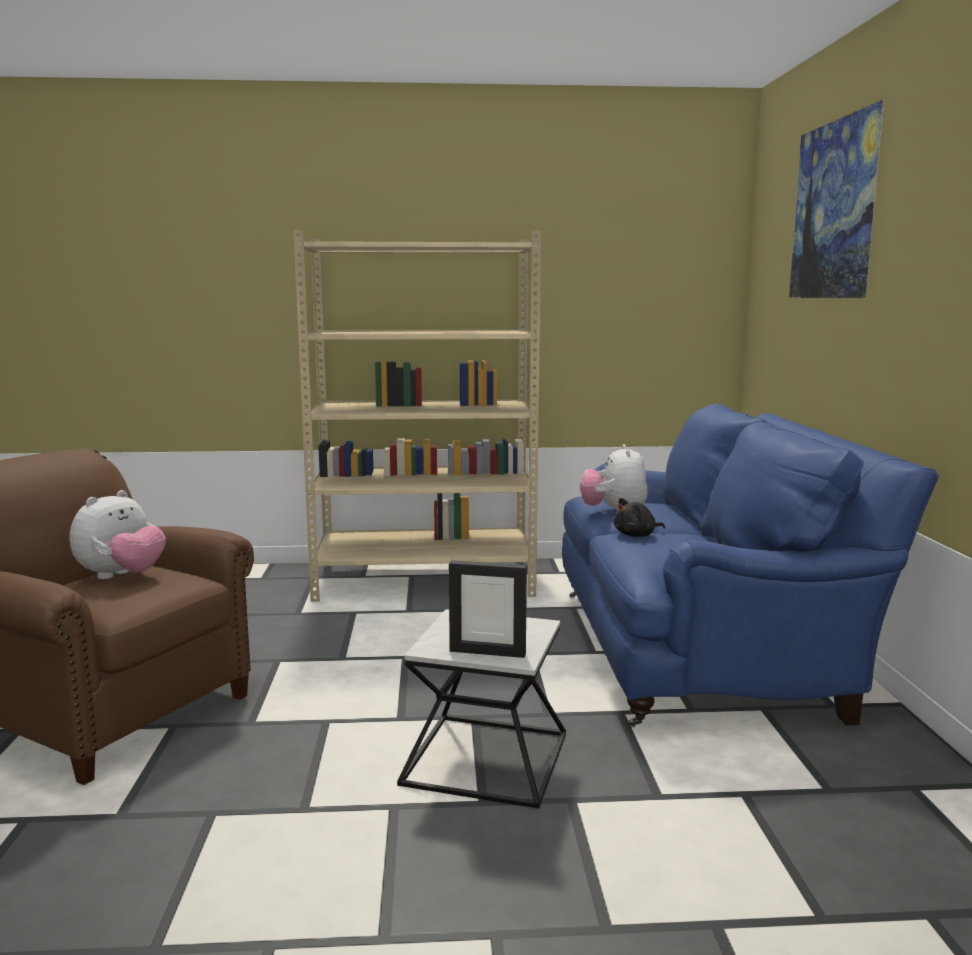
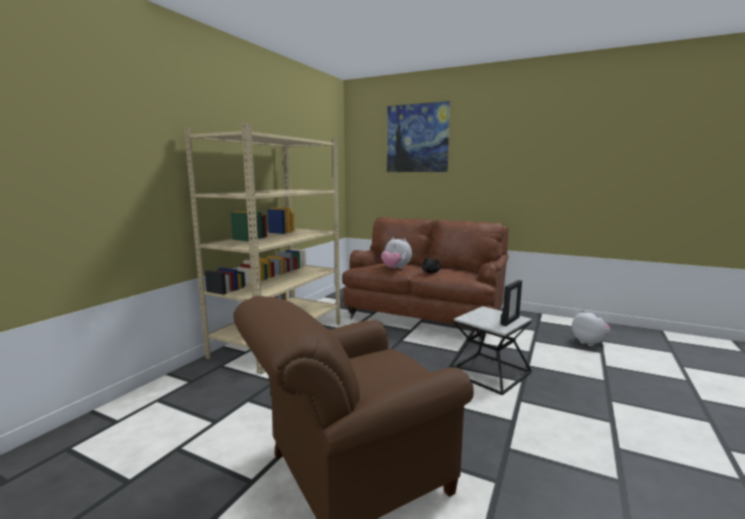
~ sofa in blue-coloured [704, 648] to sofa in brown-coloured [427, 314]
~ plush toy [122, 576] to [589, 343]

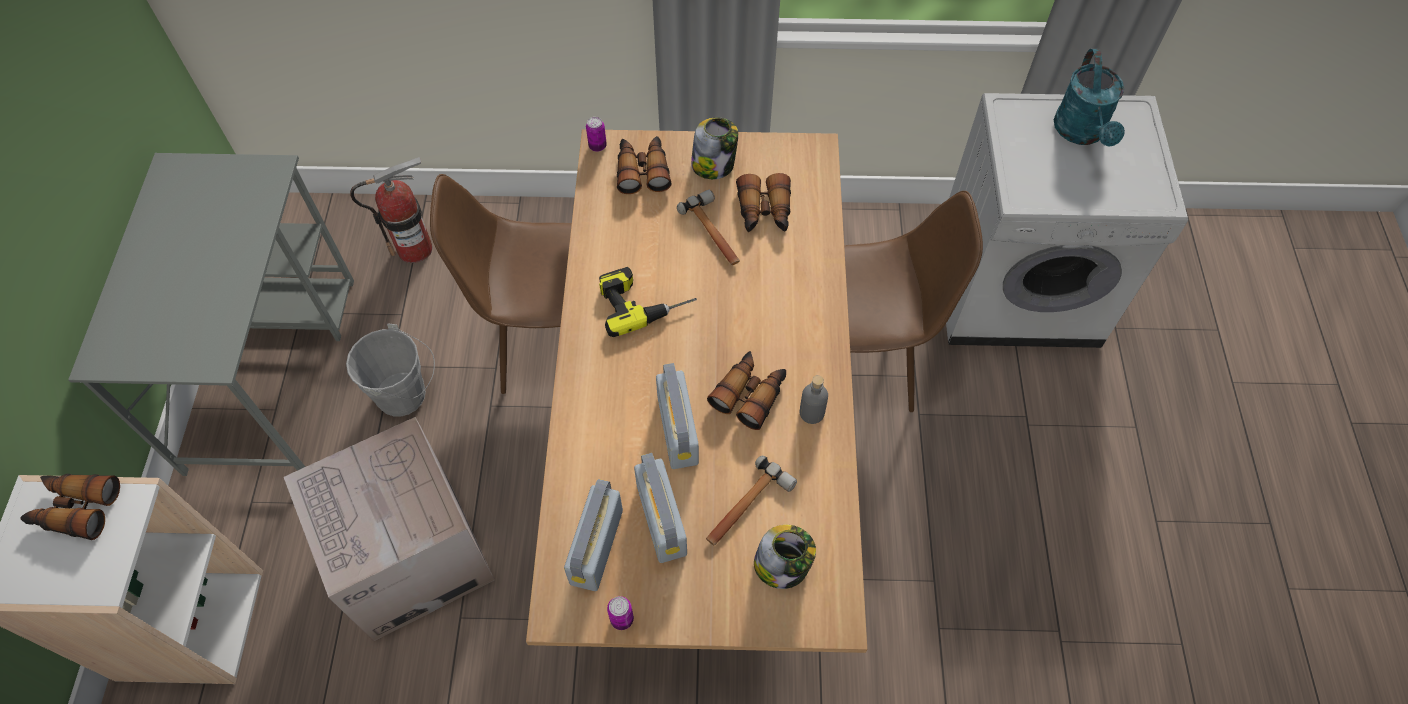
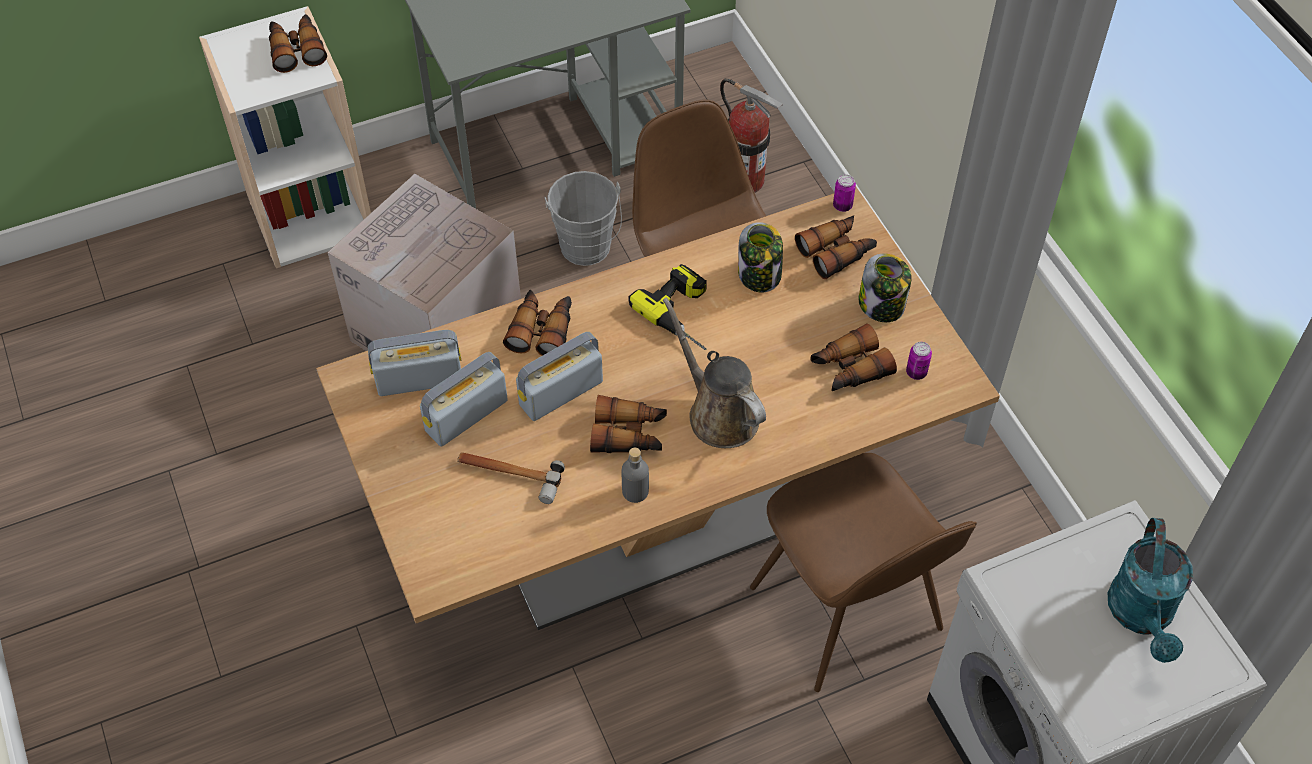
~ watering can in blue-green [1081, 133] = [1142, 616] 60 degrees counterclockwise
- tool hammer [714, 233]
~ storage jar [782, 566] to [760, 275]
~ can [622, 619] to [916, 372]
+ field glasses [542, 329]
+ watering can in brown-coloured [718, 413]

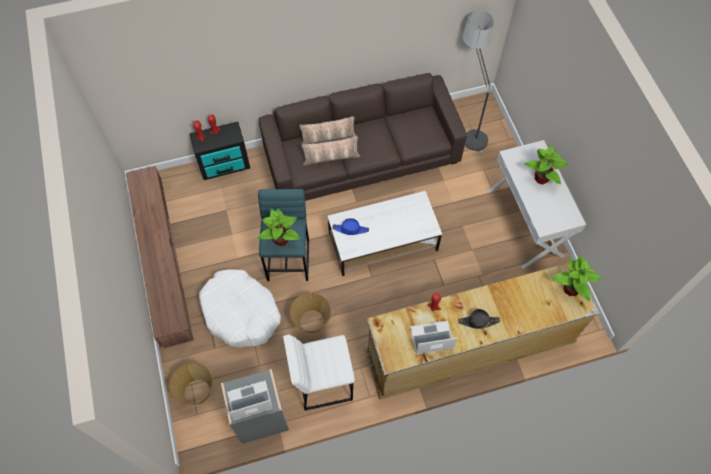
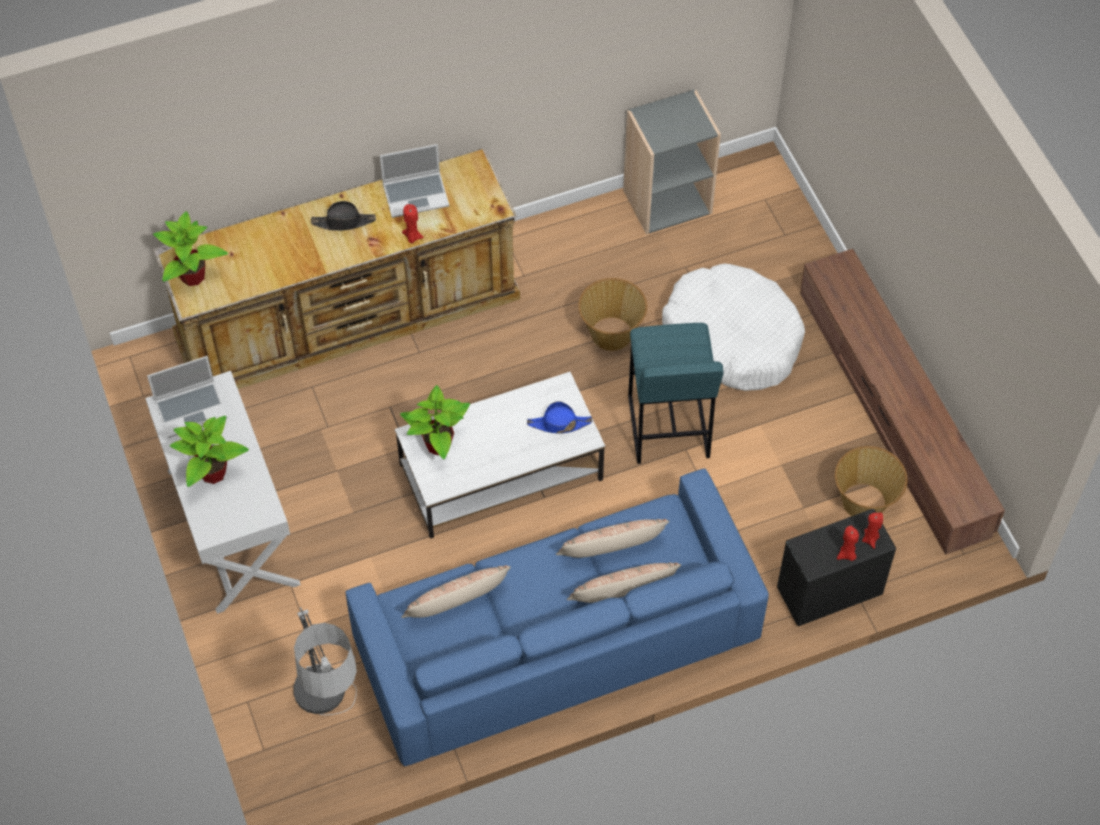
~ sofa in brown-coloured [361, 155] to sofa in blue-coloured [556, 640]
~ houseplant [282, 239] to [437, 445]
- stool seat in whitish [322, 384]
~ storage basket [196, 391] to [864, 502]
~ notebook computer [249, 401] to [192, 409]
+ pillow [457, 602]

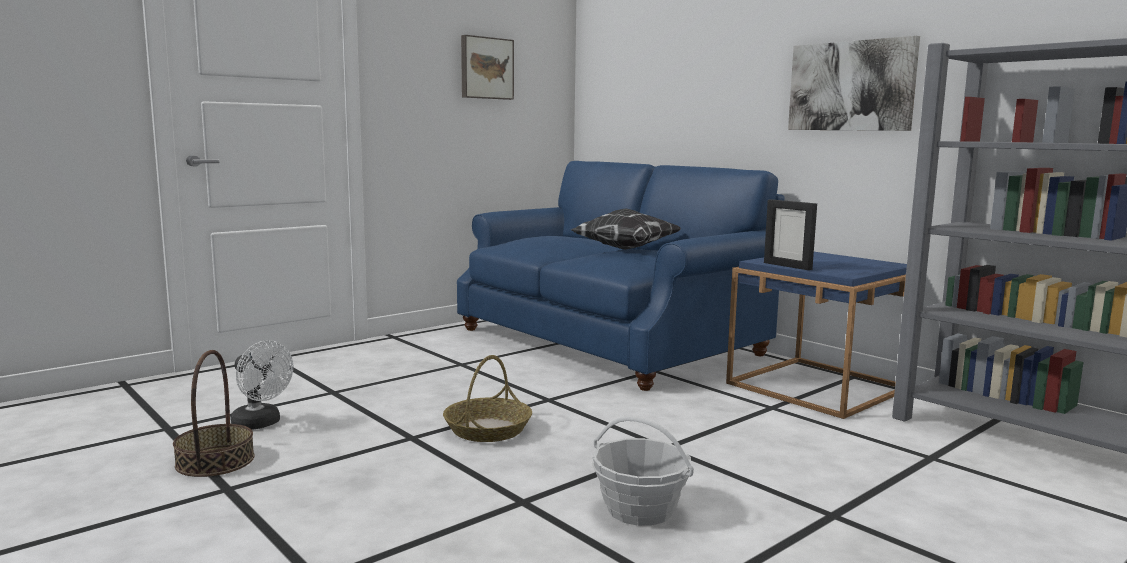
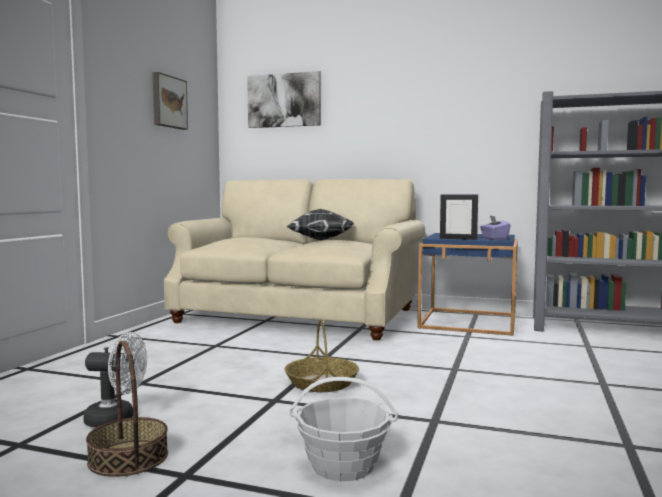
~ picture [851, 86] to [284, 100]
~ sofa in blue-coloured [609, 341] to sofa in beige [298, 315]
~ storage basket [640, 510] to [343, 466]
+ tissue holder in purple-coloured [494, 238]

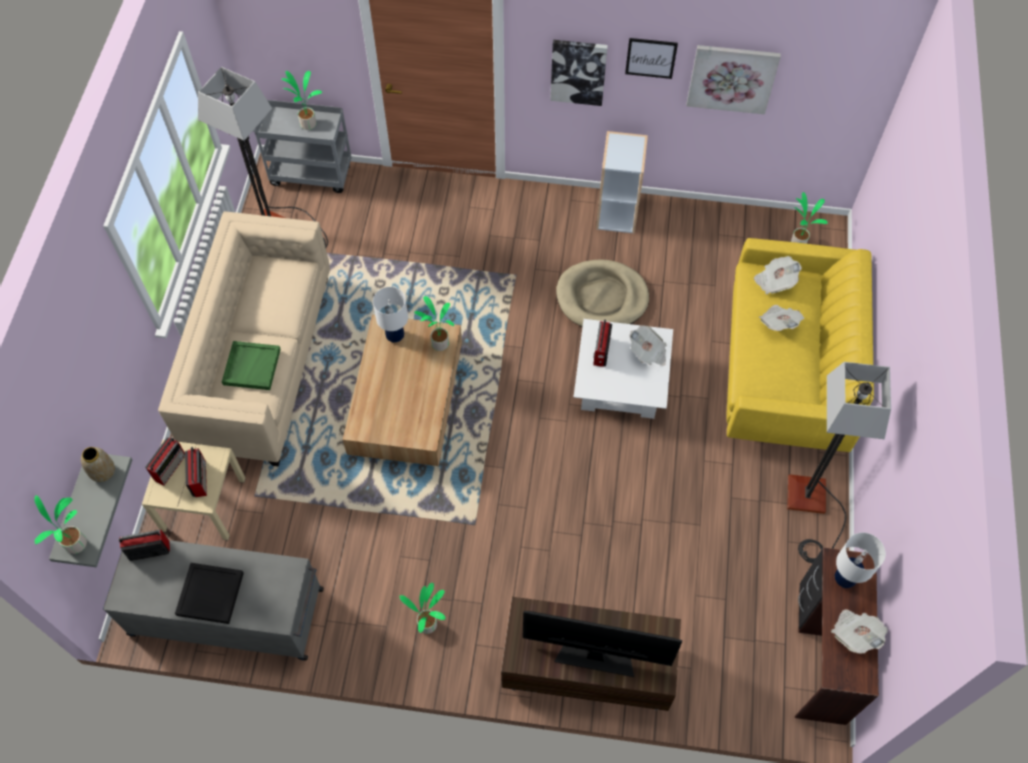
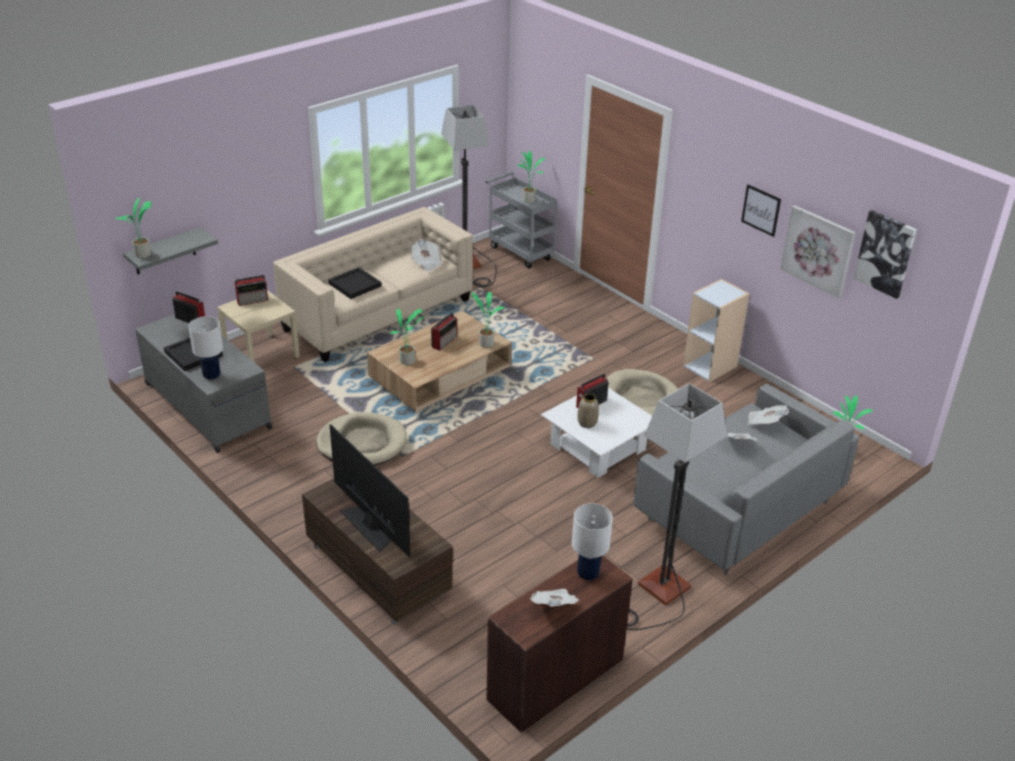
~ picture [578, 71] to [885, 253]
~ sofa in yellow [784, 370] to sofa in grey [737, 510]
~ lamp for a table in whitish [395, 336] to [212, 376]
~ newspaper [648, 352] to [426, 263]
~ tray in green-coloured [251, 366] to tray in black-coloured [355, 284]
~ flower vase [103, 472] to [587, 423]
~ radio [200, 478] to [444, 341]
~ houseplant [429, 624] to [408, 361]
+ dog cushion in beige [362, 443]

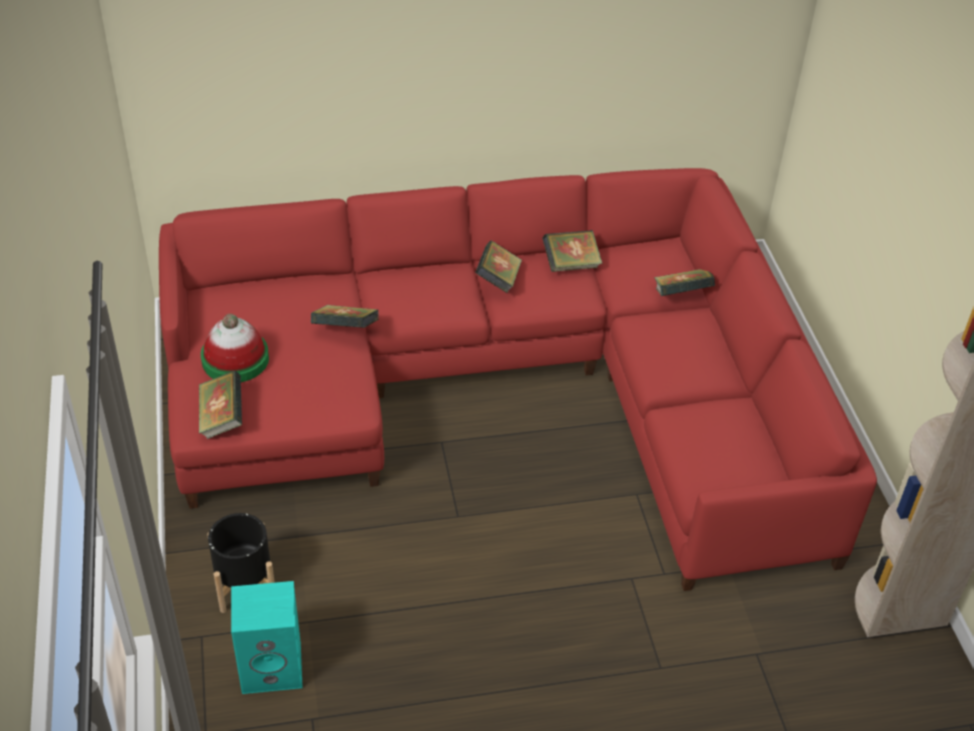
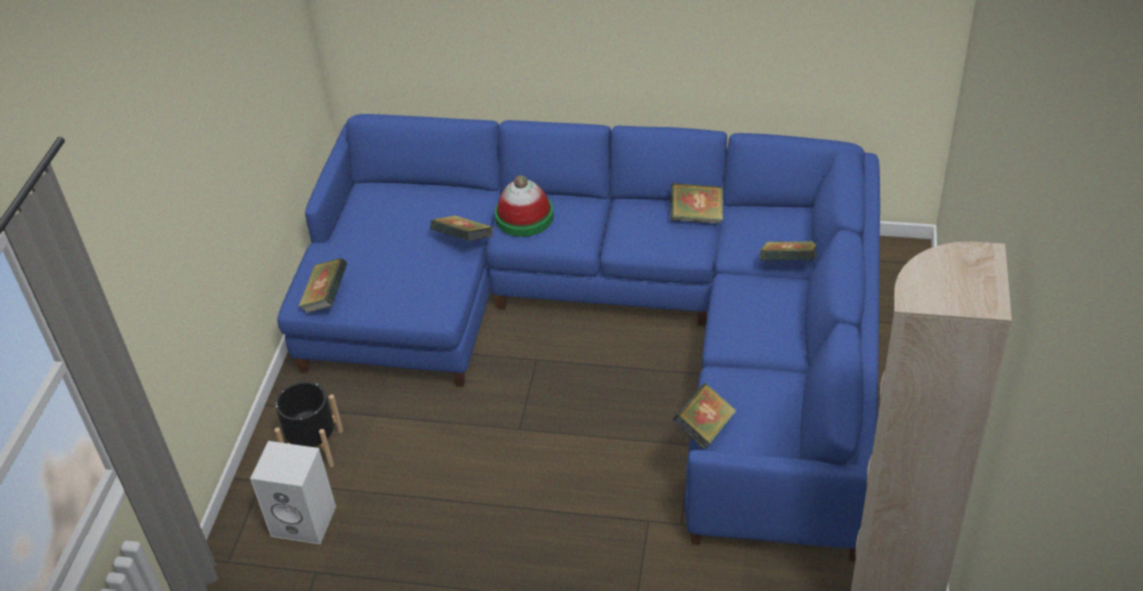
~ sofa in red-coloured [504, 390] to sofa in blue-coloured [616, 324]
~ volume [498, 280] to [704, 429]
~ wearable hat [235, 359] to [524, 217]
~ speaker in blue-green [273, 666] to speaker in whitish [305, 520]

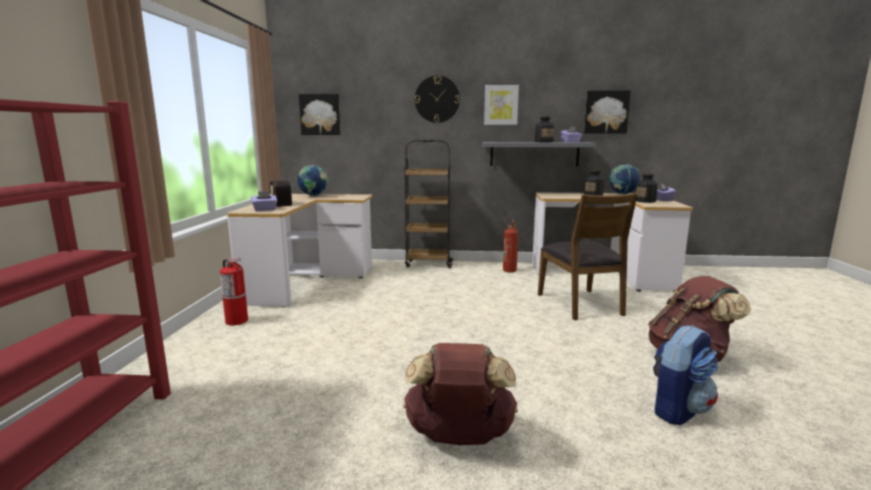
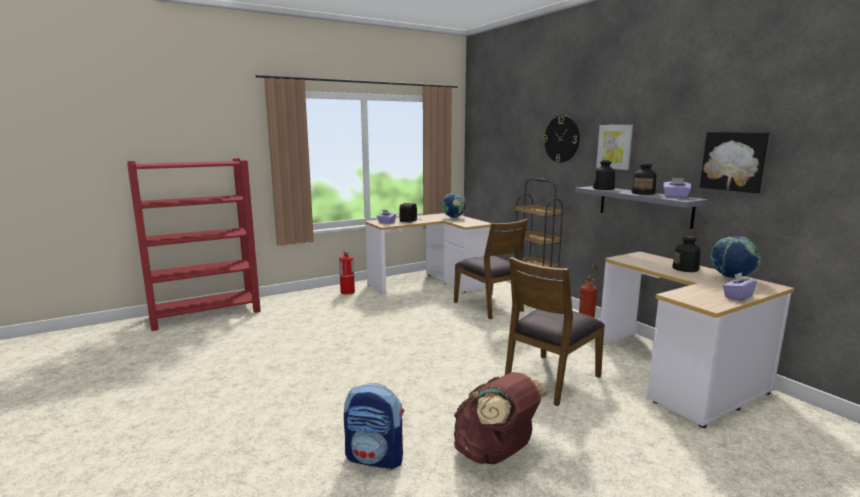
- picture [320, 114]
~ bottle [645, 201] to [603, 188]
- rucksack in brown-coloured [459, 438]
+ upright chair in brown-coloured [489, 306]

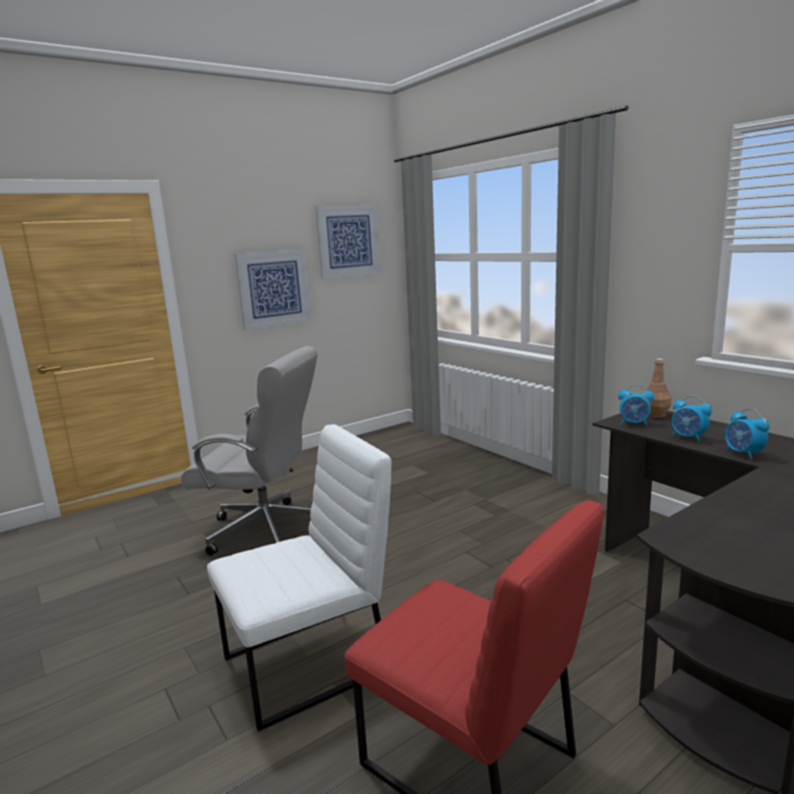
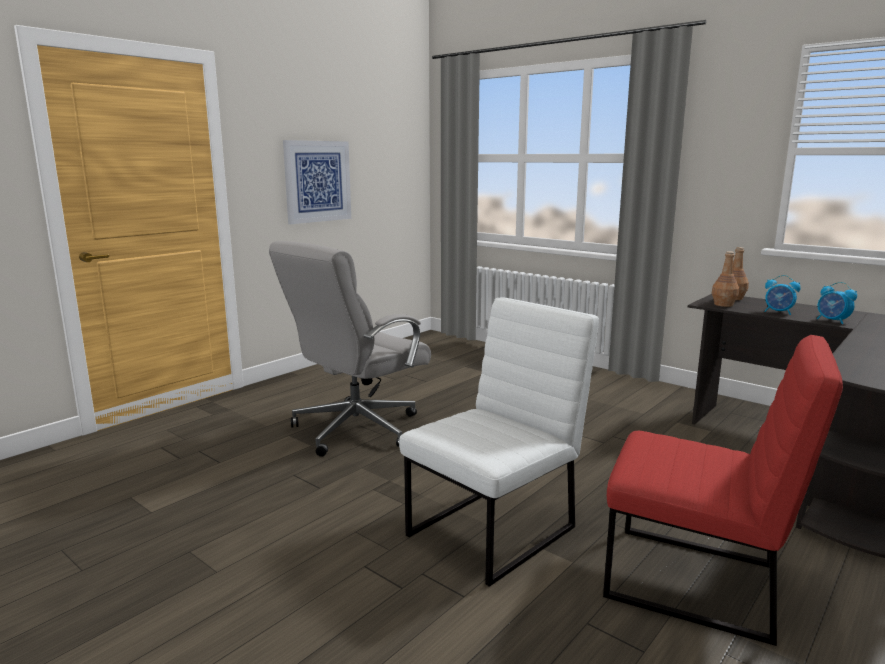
- picture [348, 241]
~ computer chair in grey [266, 530] = [357, 428] 135 degrees clockwise
~ table clock [634, 424] to bottle in brown-coloured [723, 304]

